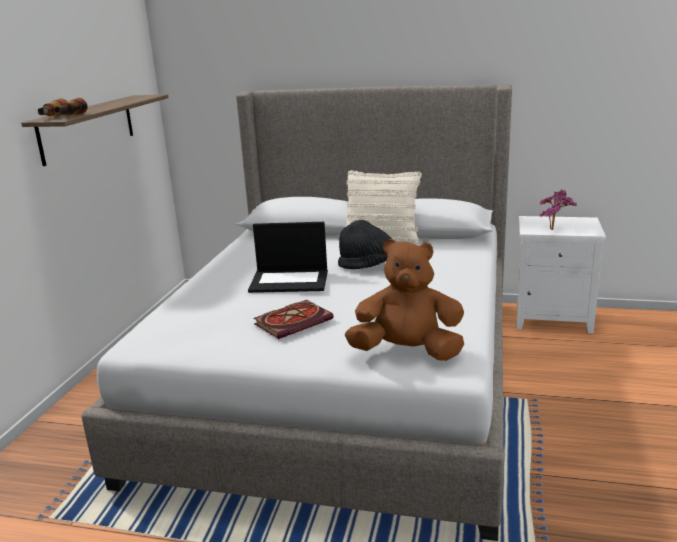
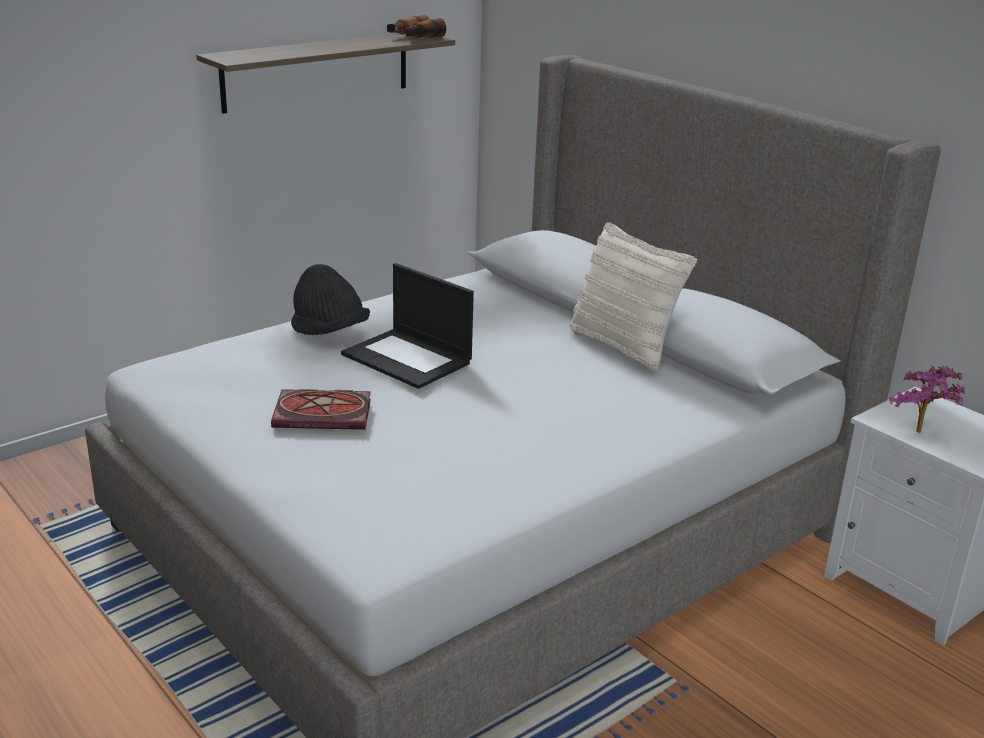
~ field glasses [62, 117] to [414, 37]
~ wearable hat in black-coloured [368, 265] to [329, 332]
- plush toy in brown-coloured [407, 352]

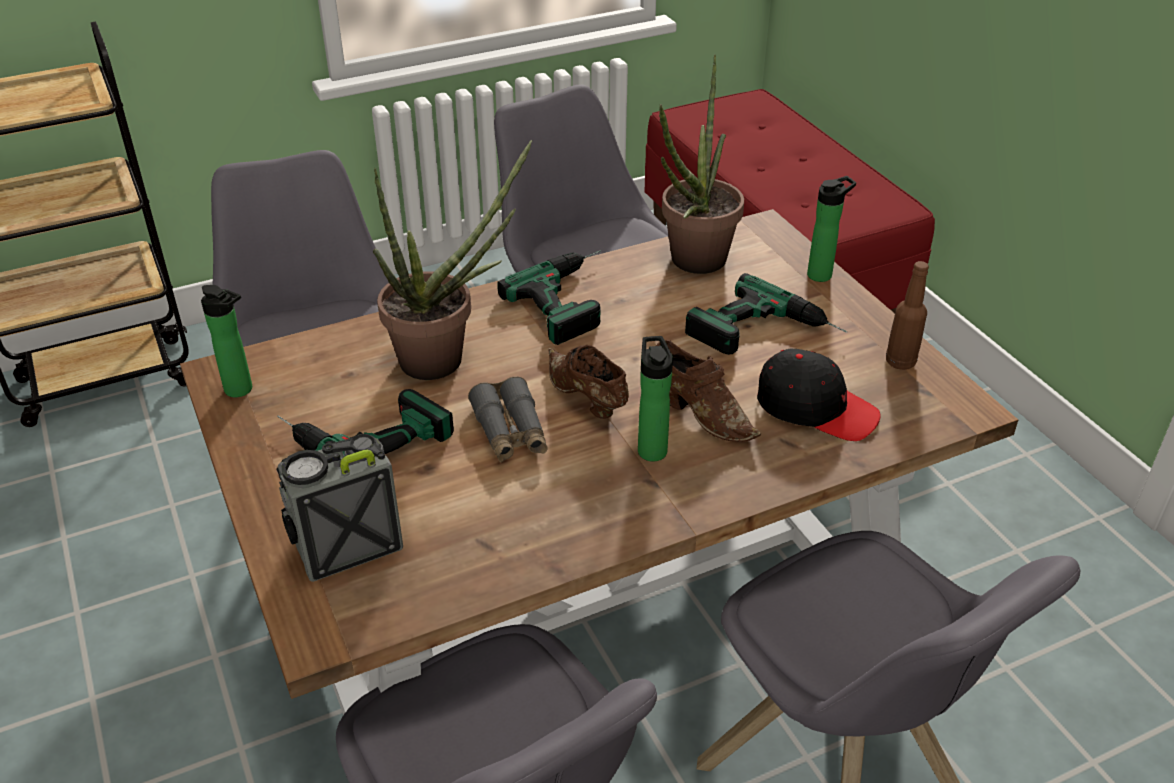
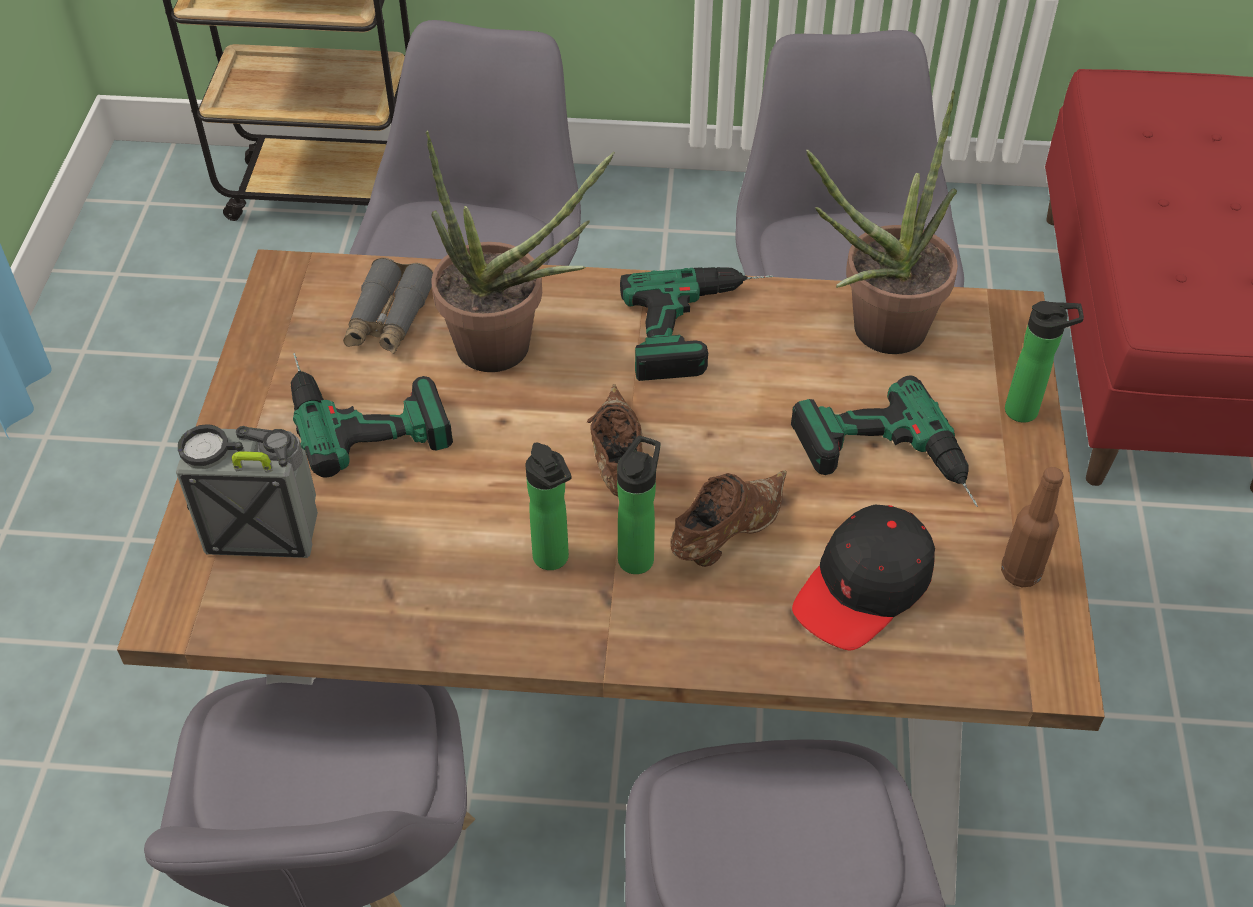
~ bottle [242, 390] to [553, 561]
~ low shoe in brown-coloured [699, 413] = [725, 535] 120 degrees counterclockwise
~ peaked cap in black-coloured [815, 408] = [864, 588] 75 degrees clockwise
~ field glasses in grey [510, 432] to [389, 319]

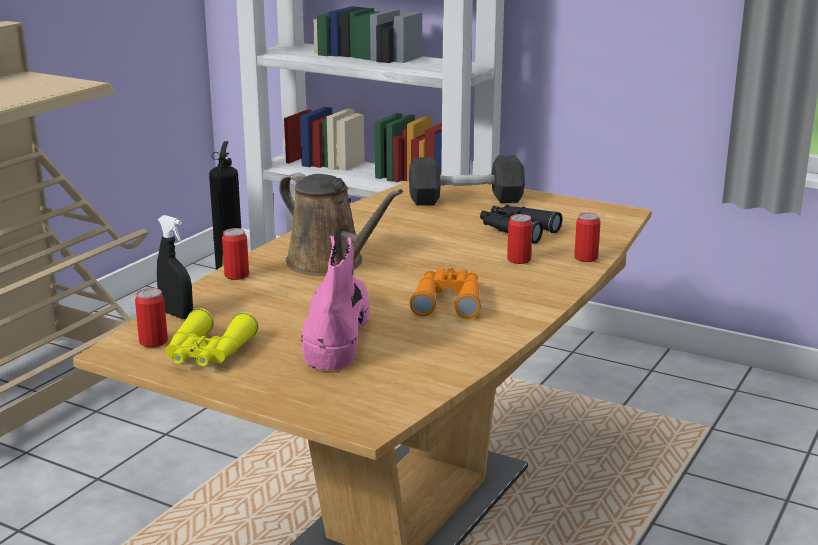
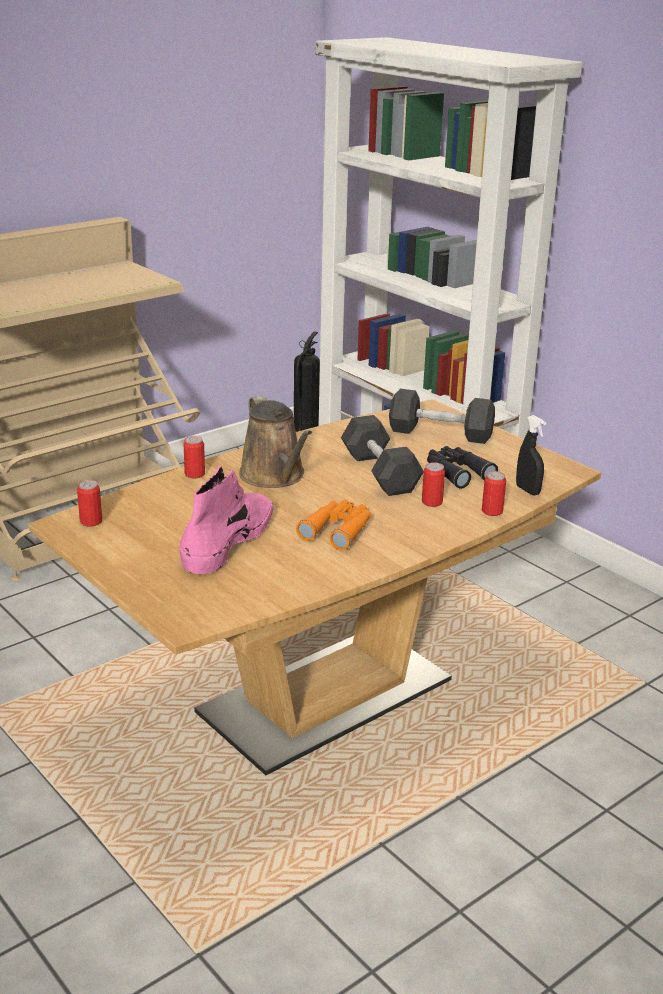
~ hand sprayer in black-coloured [177, 314] to [527, 490]
- field glasses in yellow [208, 353]
+ dumbbell in grey [380, 472]

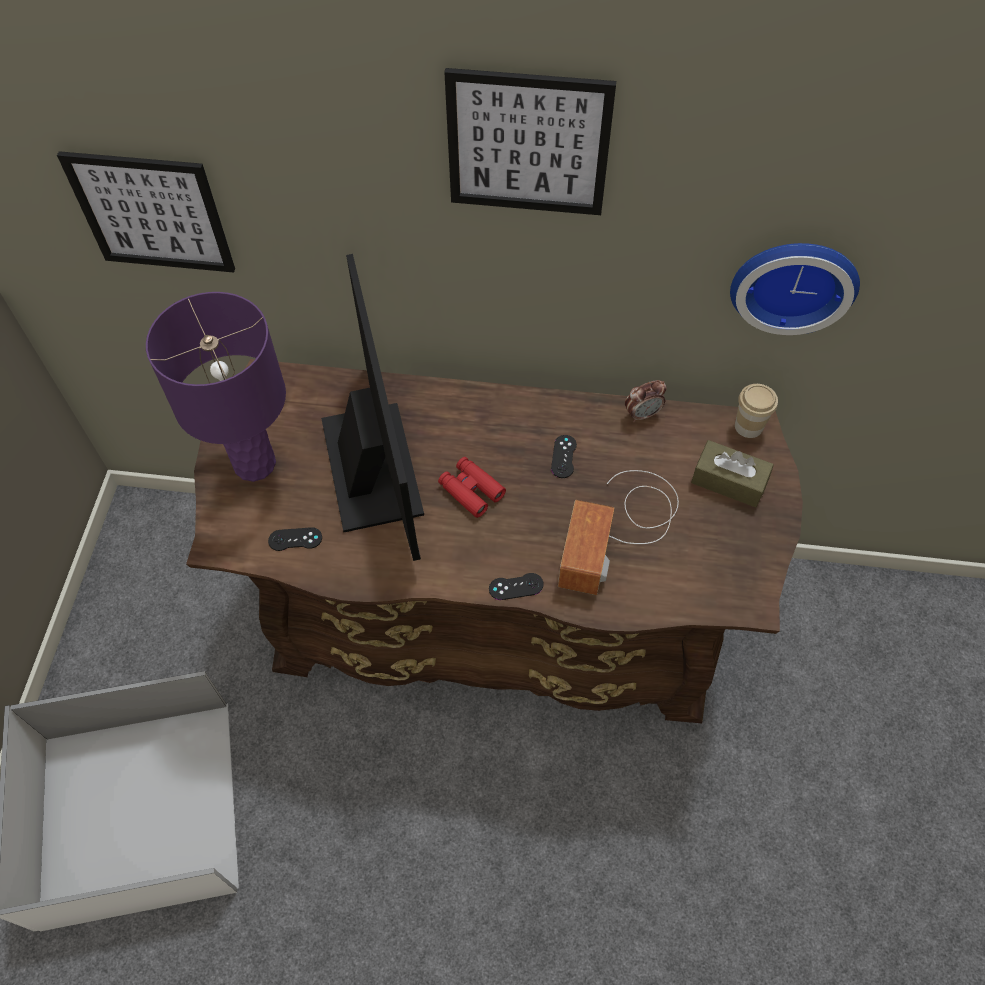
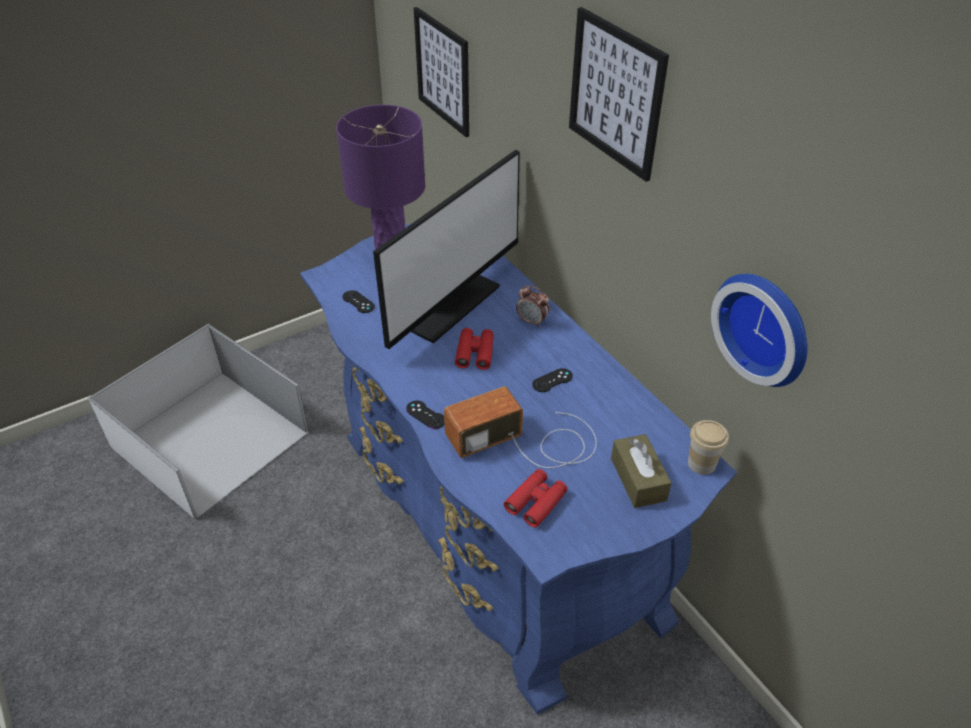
~ drawer chest in brown-coloured [494, 622] to drawer chest in blue-coloured [489, 527]
~ table clock [642, 414] to [532, 321]
+ field glasses in red-coloured [536, 502]

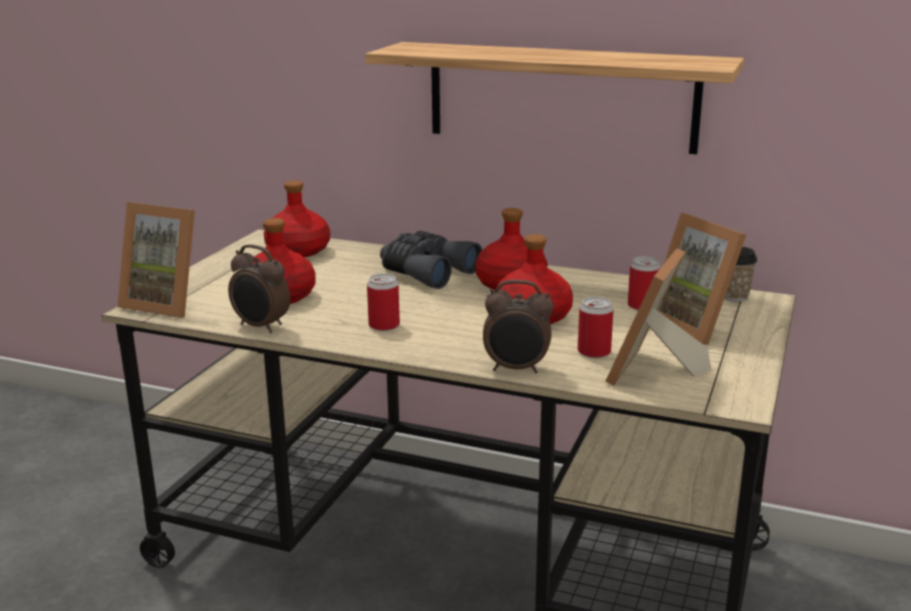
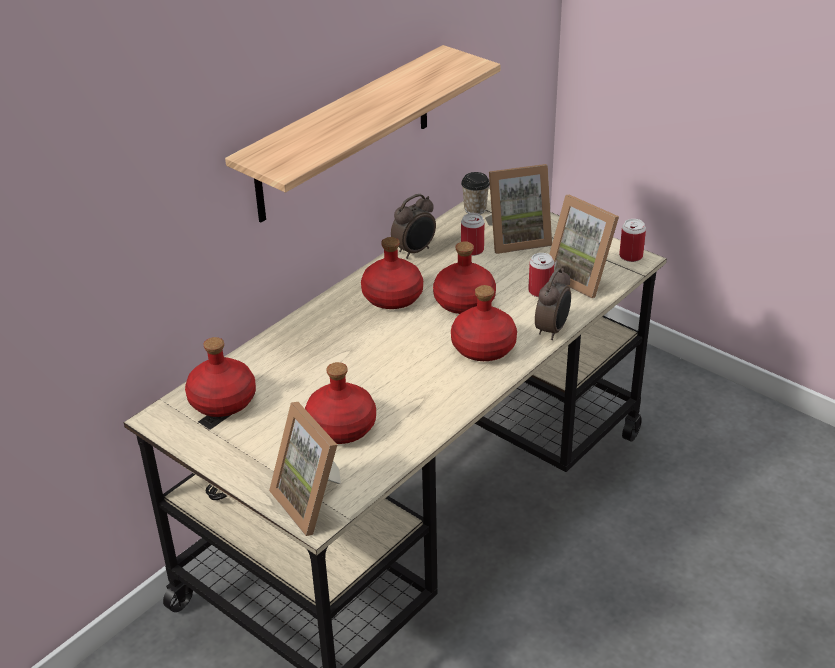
~ picture frame [168, 303] = [315, 501] 105 degrees clockwise
- field glasses in grey [426, 272]
~ table clock [261, 327] to [415, 251]
~ can [384, 325] to [631, 256]
+ bottle in red-coloured [483, 348]

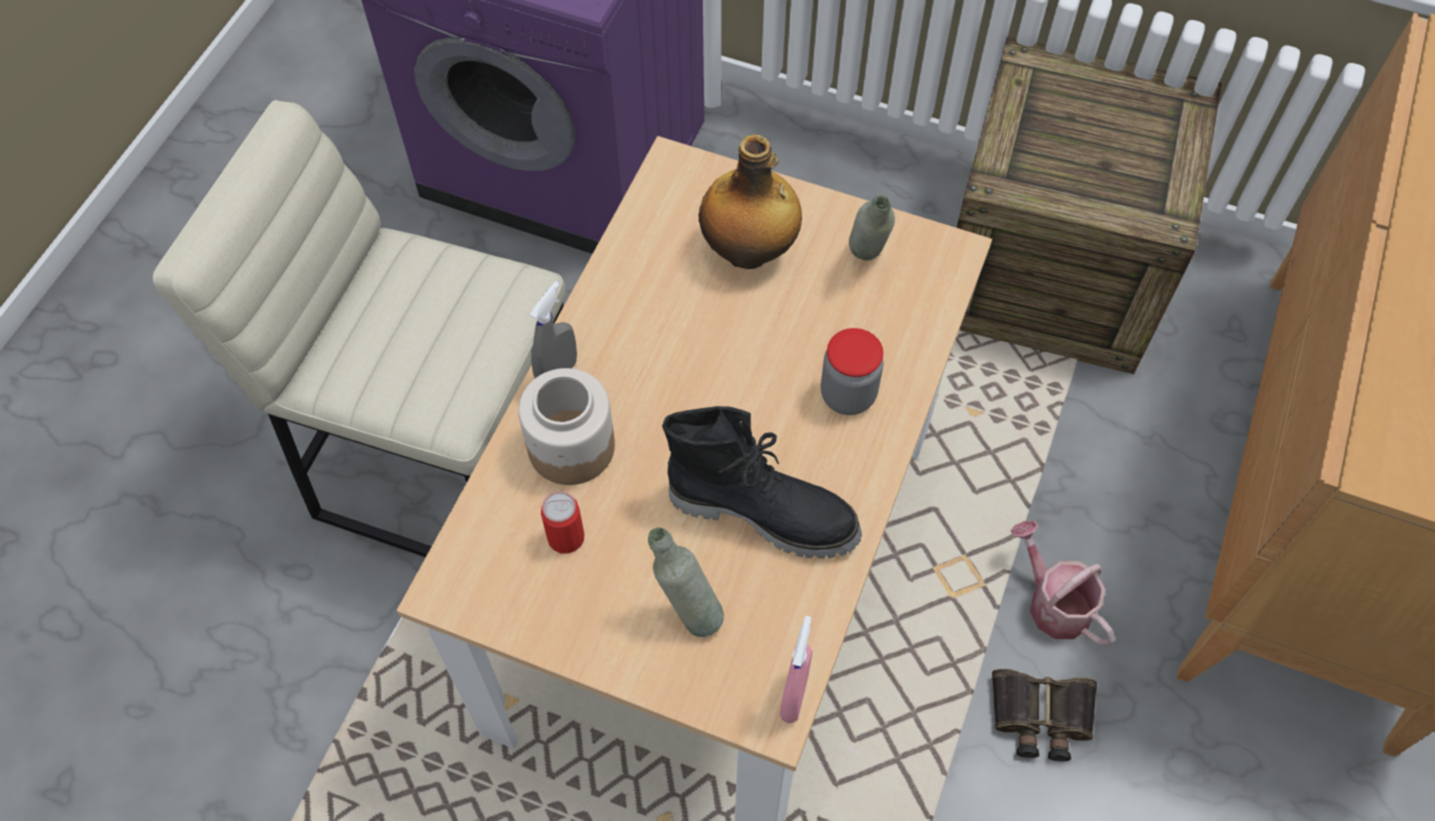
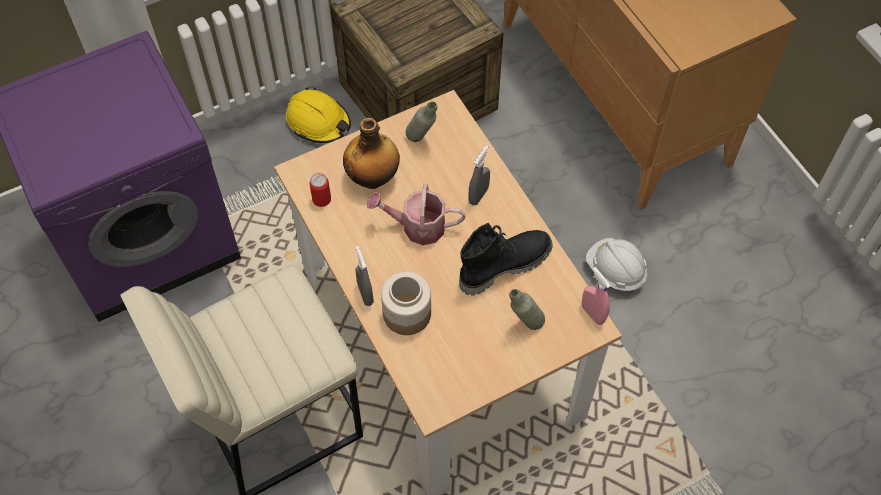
~ storage jar [848, 395] to hand sprayer in grey [478, 195]
~ can [566, 537] to [321, 199]
~ watering can [1053, 602] to [417, 227]
~ field glasses [1040, 717] to safety helmet in whitish [615, 271]
+ safety helmet in yellow [318, 122]

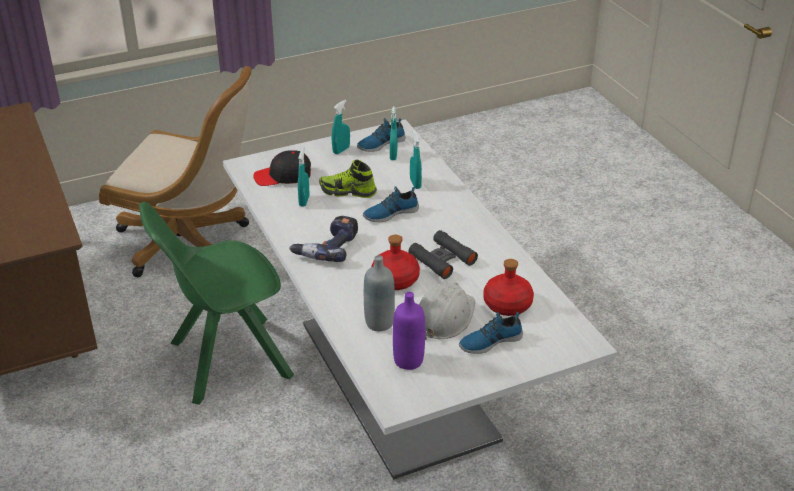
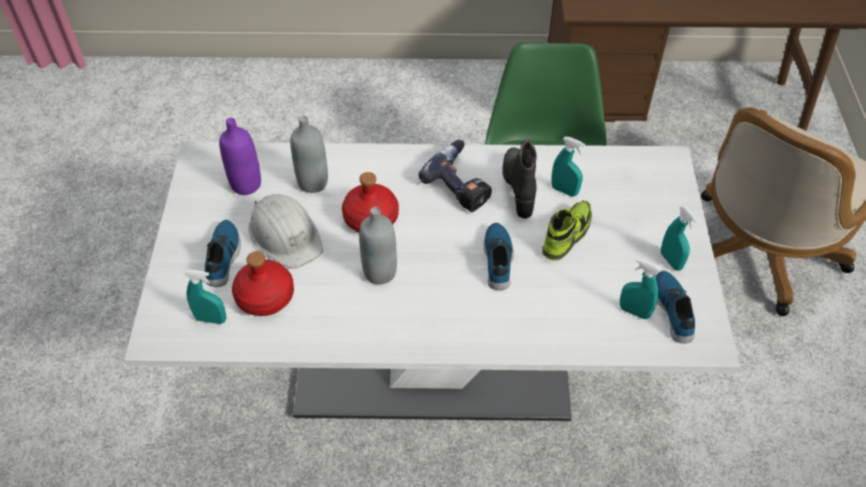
~ hand sprayer in blue-green [415, 183] to [211, 319]
- peaked cap in black-coloured [283, 176]
~ field glasses in black-coloured [442, 259] to bottle in grey [380, 272]
+ boot in black-coloured [519, 187]

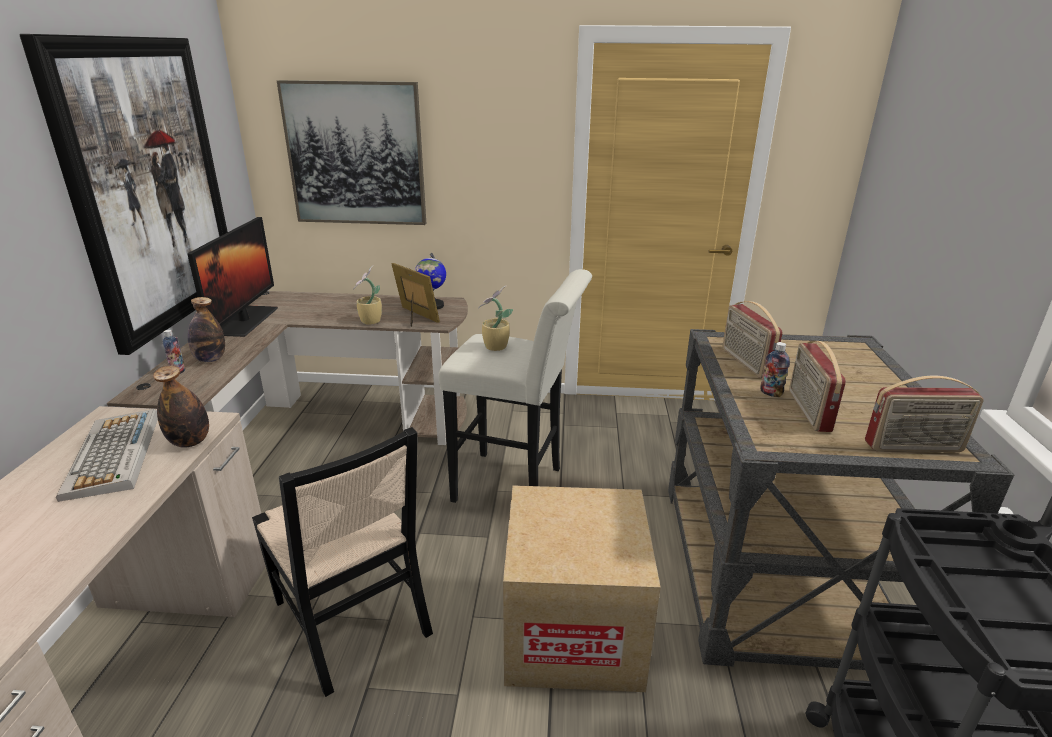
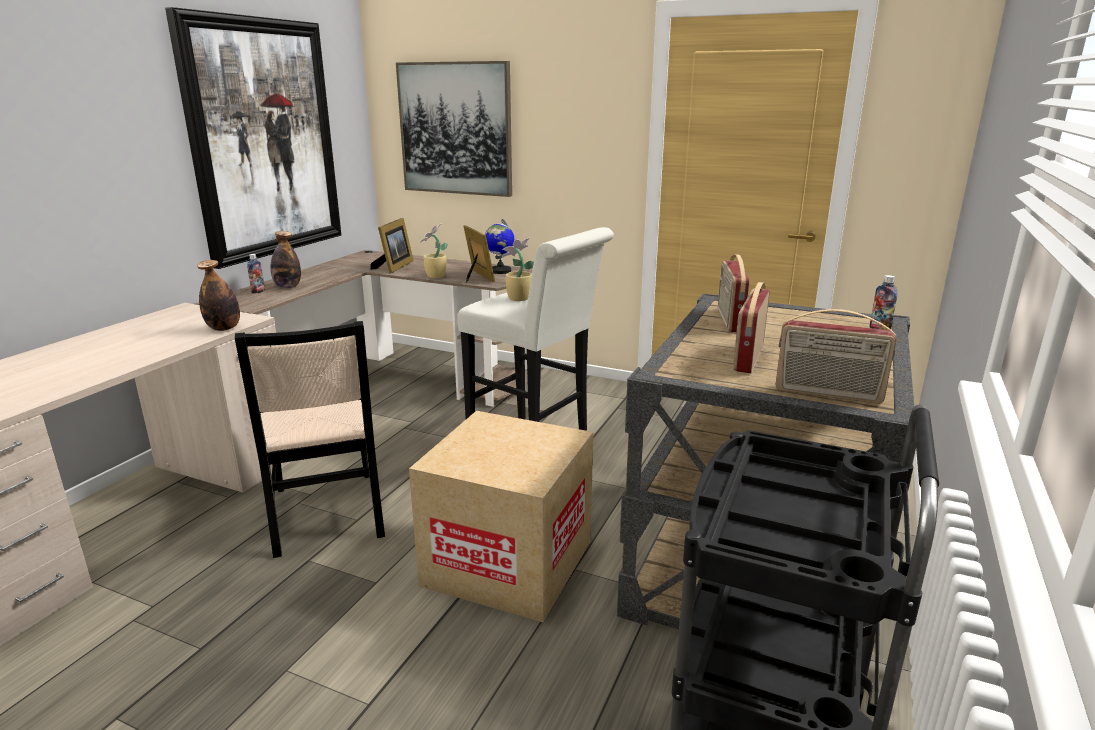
- computer display [246, 321]
~ bottle [771, 393] to [879, 329]
- computer keyboard [114, 455]
+ picture frame [394, 267]

